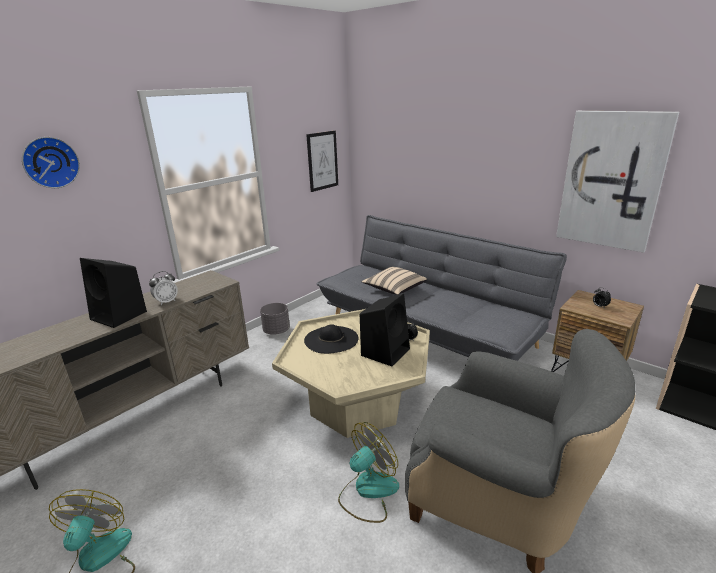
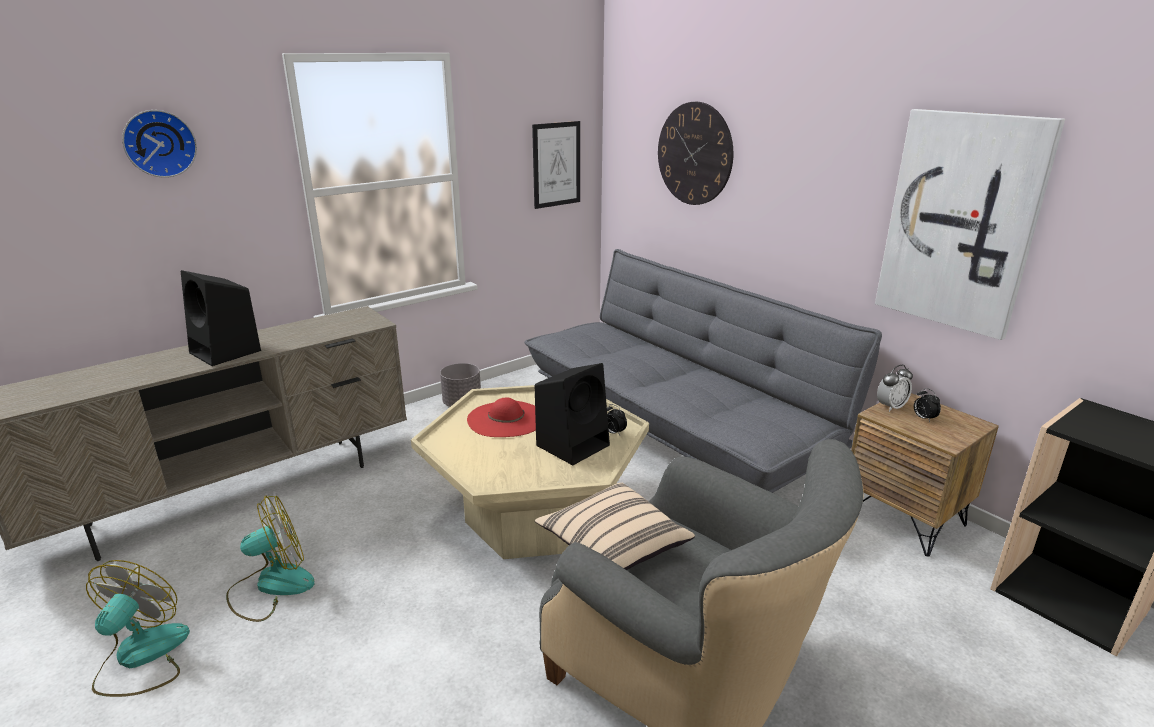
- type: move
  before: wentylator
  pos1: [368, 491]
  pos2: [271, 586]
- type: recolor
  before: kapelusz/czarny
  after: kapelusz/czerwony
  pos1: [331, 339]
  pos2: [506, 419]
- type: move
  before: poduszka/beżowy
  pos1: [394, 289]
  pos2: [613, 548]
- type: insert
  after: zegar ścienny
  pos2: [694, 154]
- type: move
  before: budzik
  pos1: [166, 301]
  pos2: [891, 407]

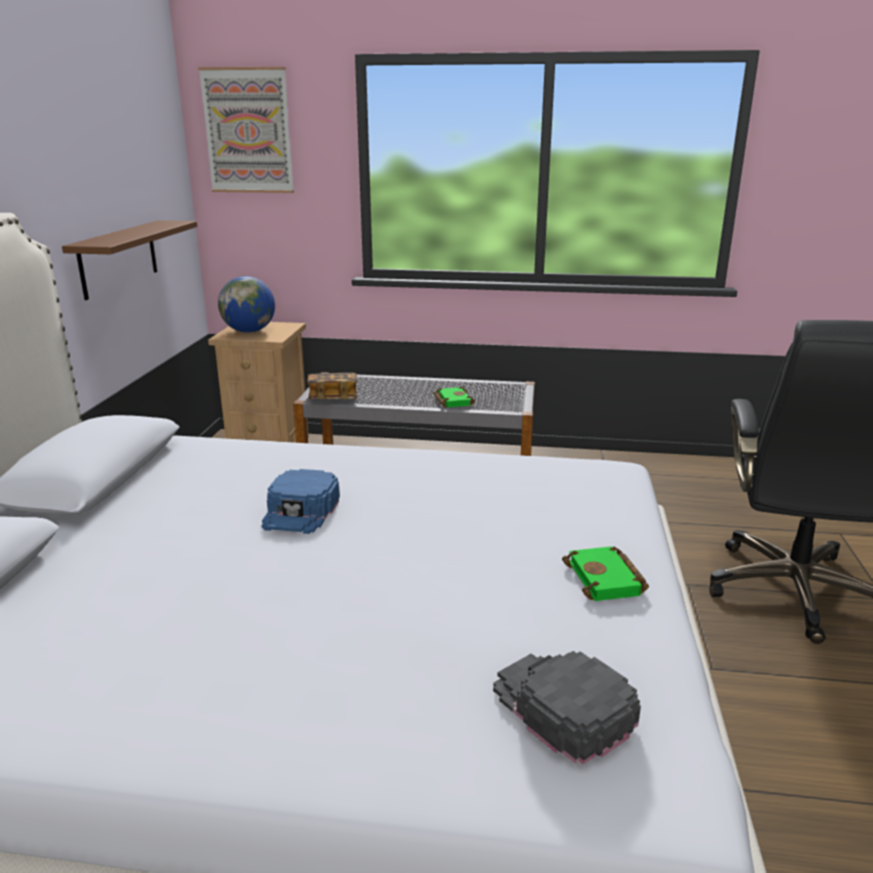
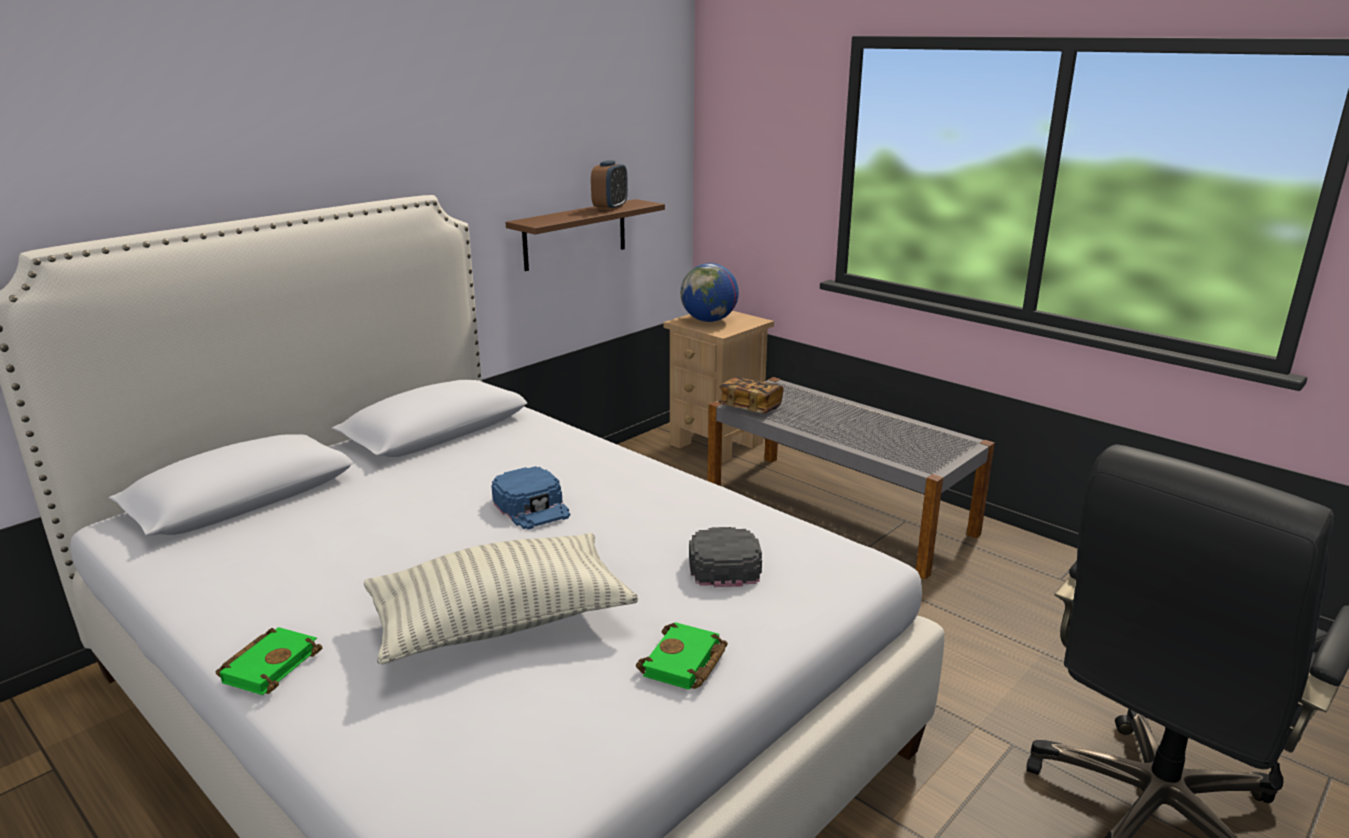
- type: move
  before: książka/zielony
  pos1: [452, 400]
  pos2: [270, 664]
- type: insert
  after: poduszka
  pos2: [501, 622]
- type: rotate
  before: czapka z daszkiem/niebieski
  pos1: [301, 510]
  pos2: [532, 506]
  turn: -75
- type: insert
  after: budzik
  pos2: [610, 208]
- type: move
  before: czapka z daszkiem/czarny
  pos1: [562, 707]
  pos2: [722, 560]
- type: delete
  before: obraz
  pos1: [248, 131]

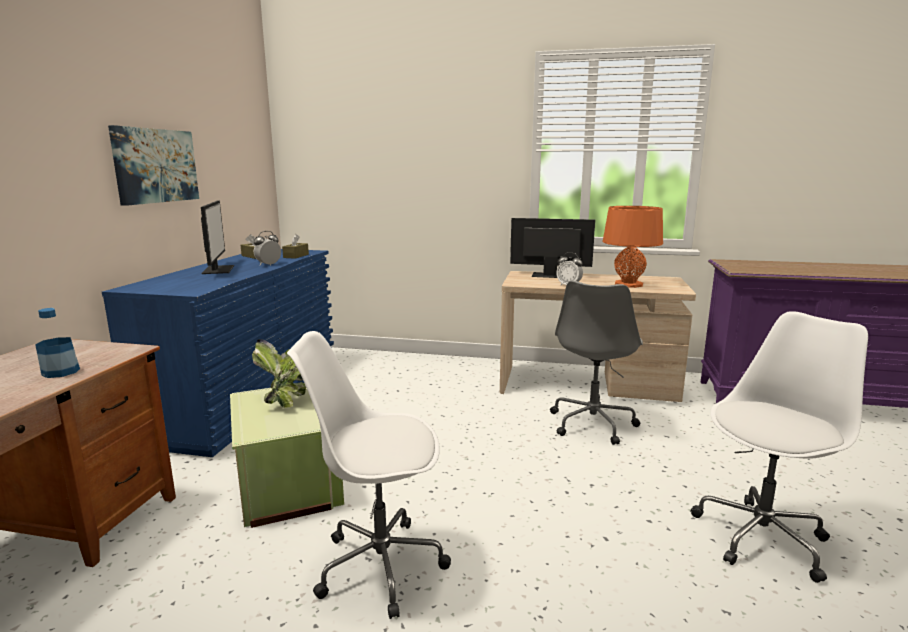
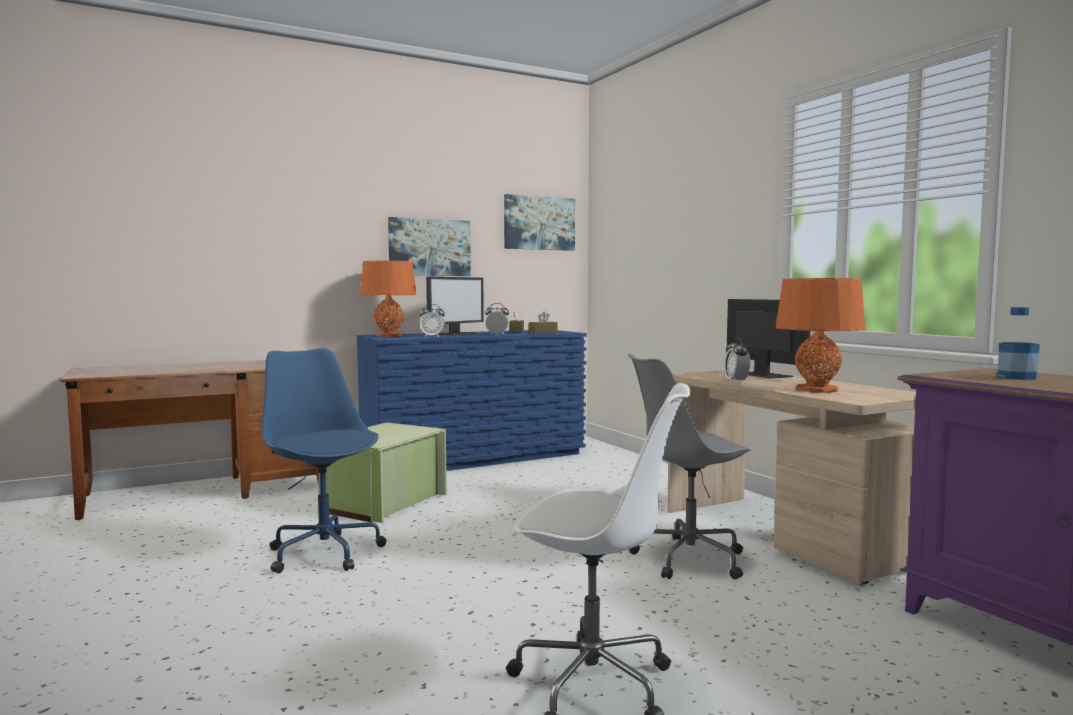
- type: recolor
  before: krzesło biurowe/biały
  after: krzesło biurowe/niebieski
  pos1: [377, 566]
  pos2: [323, 552]
- type: insert
  after: lampa stołowa/pomarańczowy
  pos2: [389, 335]
- type: insert
  after: budzik
  pos2: [432, 337]
- type: insert
  after: obraz
  pos2: [539, 223]
- type: move
  before: butelka
  pos1: [61, 372]
  pos2: [1016, 377]
- type: delete
  before: roślina doniczkowa
  pos1: [289, 398]

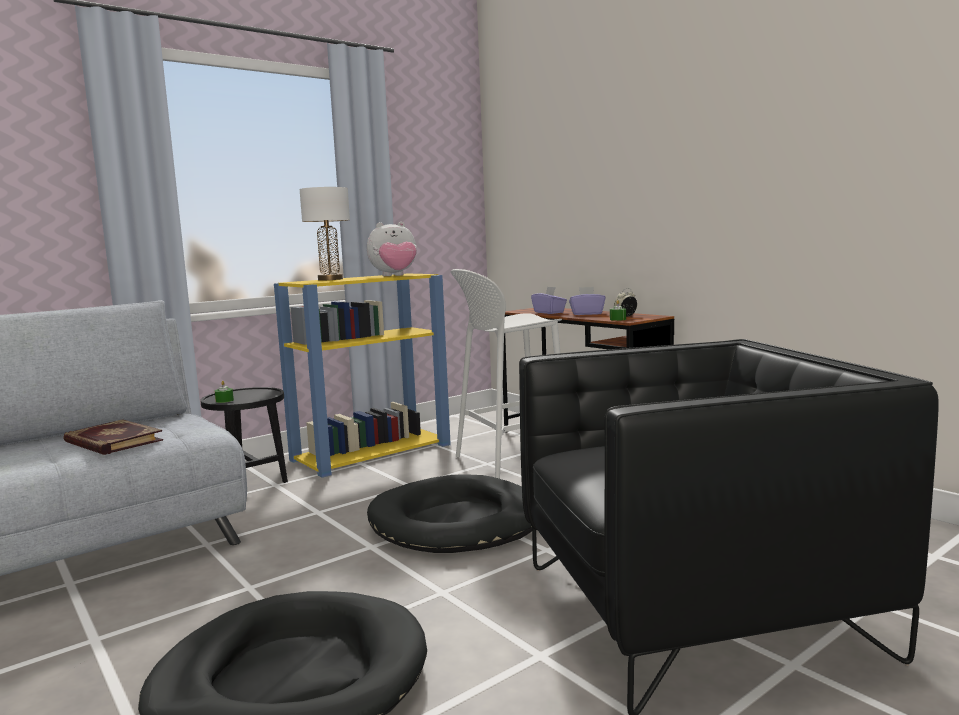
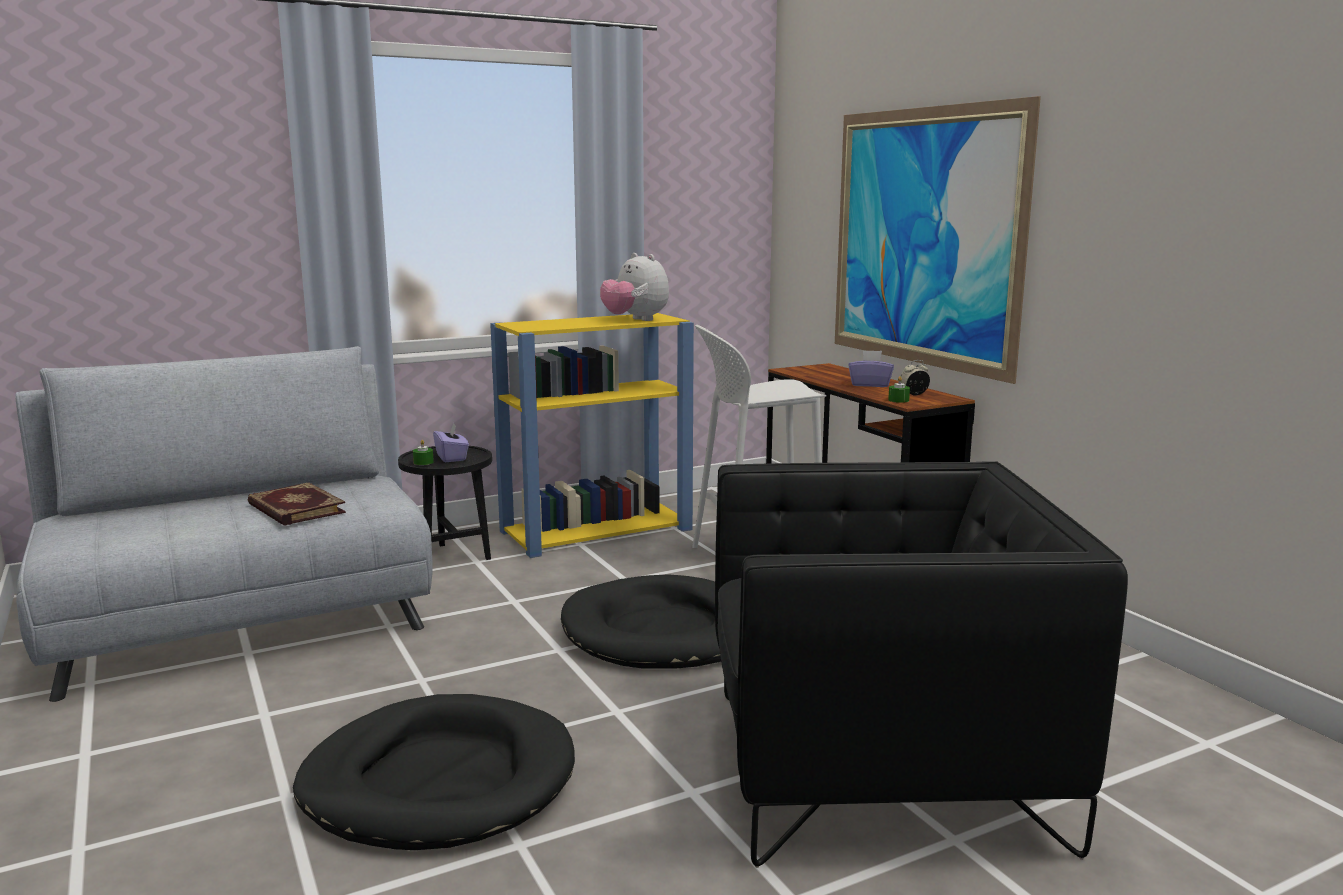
- type: move
  before: pudełko chusteczek/fioletowy
  pos1: [549, 312]
  pos2: [452, 457]
- type: rotate
  before: pluszak
  pos1: [394, 276]
  pos2: [635, 320]
  turn: 60
- type: insert
  after: obraz
  pos2: [923, 238]
- type: delete
  before: lampa stołowa
  pos1: [330, 279]

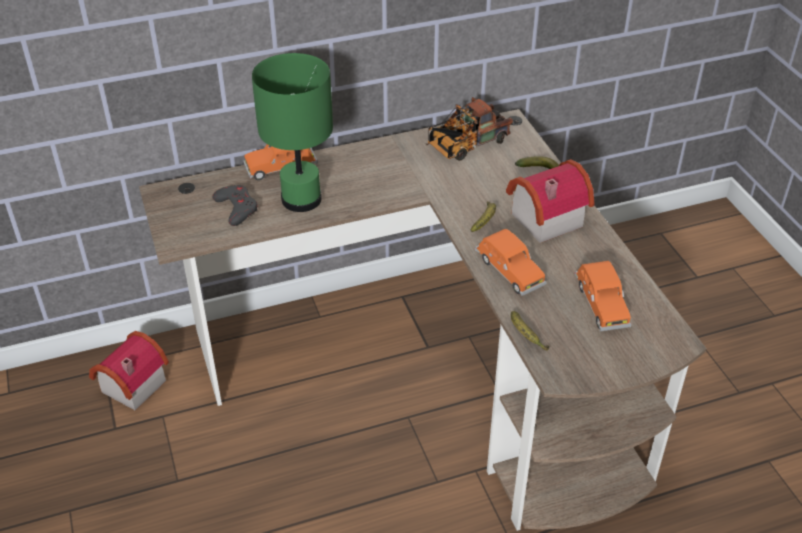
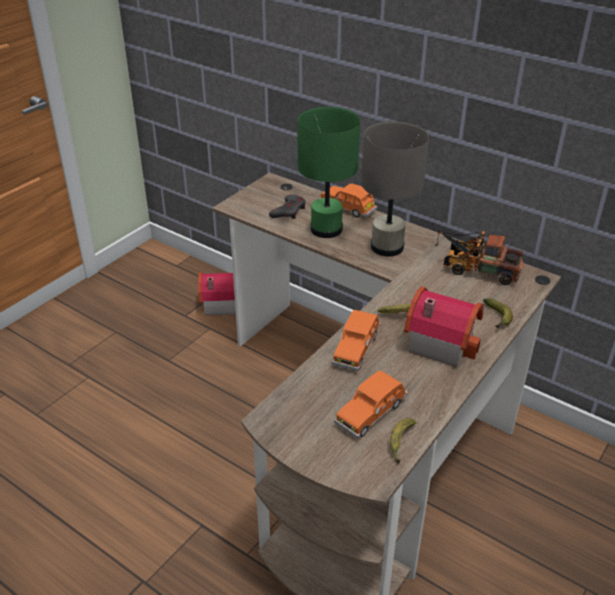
- type: insert
  after: lampa stołowa/szary
  pos2: [386, 247]
- type: move
  before: banan
  pos1: [525, 335]
  pos2: [400, 442]

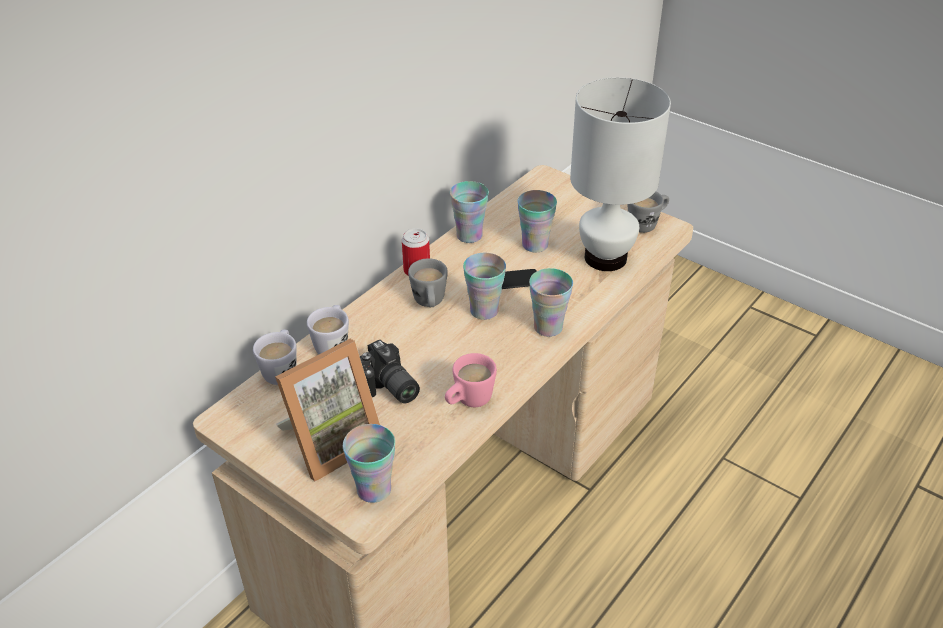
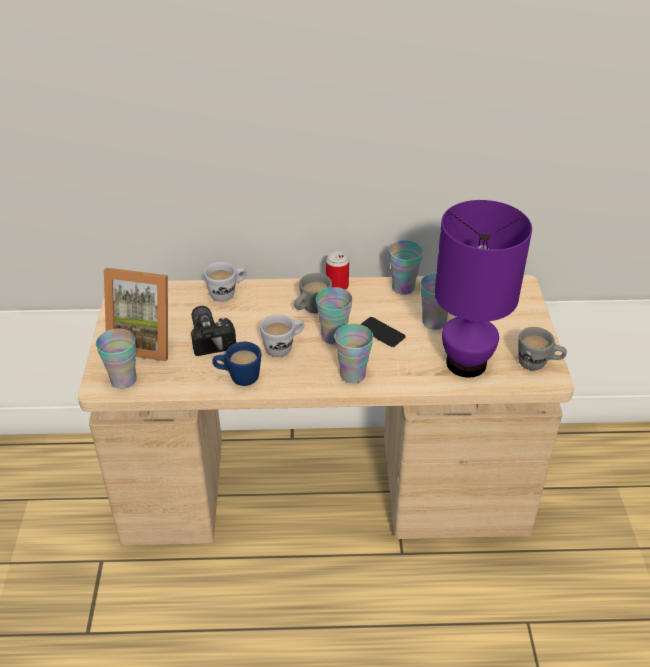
- type: rotate
  before: aparat fotograficzny
  pos1: [386, 389]
  pos2: [212, 337]
  turn: 150
- type: recolor
  before: kubek/różowy
  after: kubek/niebieski
  pos1: [468, 401]
  pos2: [238, 377]
- type: move
  before: kubek/biały
  pos1: [282, 369]
  pos2: [284, 347]
- type: recolor
  before: lampa stołowa/biały
  after: lampa stołowa/fioletowy
  pos1: [606, 257]
  pos2: [467, 364]

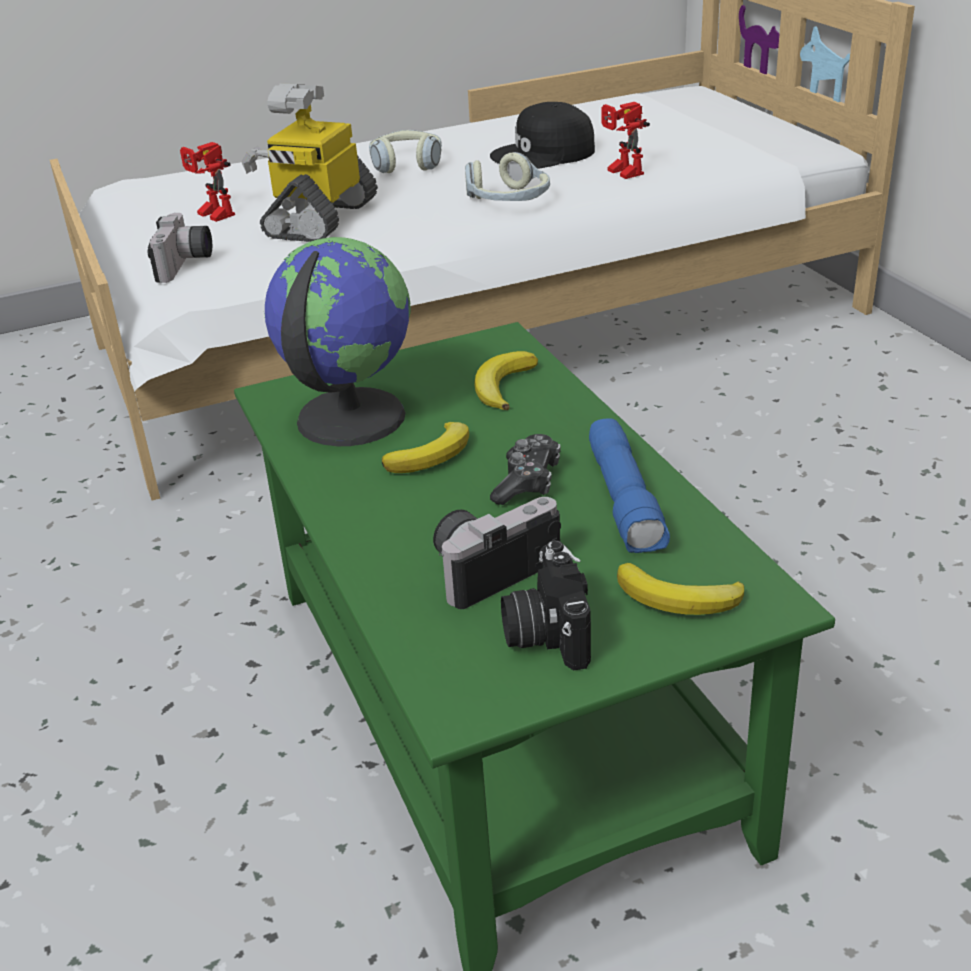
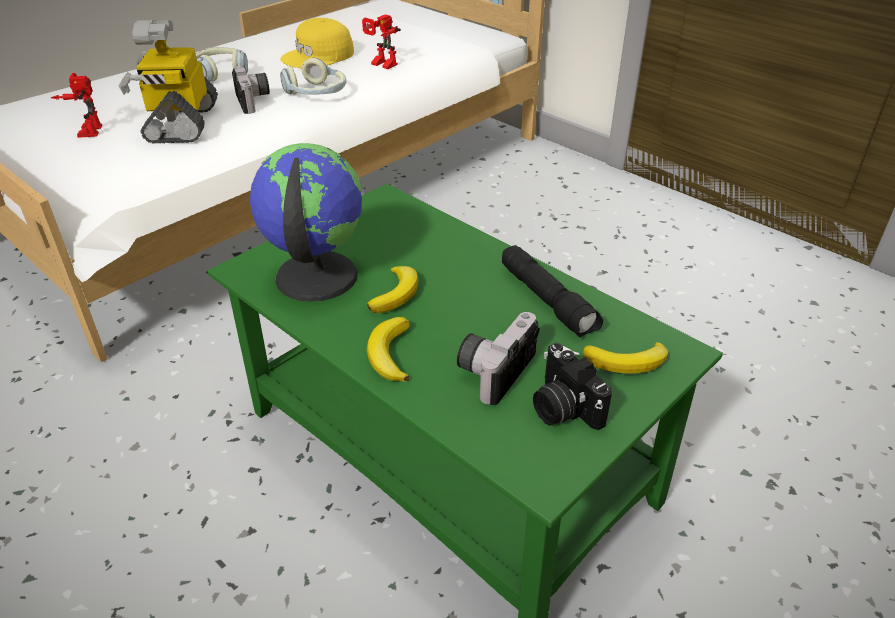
- type: rotate
  before: robot zabawkowy
  pos1: [210, 215]
  pos2: [86, 130]
  turn: 60
- type: move
  before: aparat fotograficzny
  pos1: [186, 265]
  pos2: [255, 101]
- type: recolor
  before: czapka z daszkiem/czarny
  after: czapka z daszkiem/żółty
  pos1: [544, 154]
  pos2: [319, 56]
- type: move
  before: banan
  pos1: [503, 386]
  pos2: [390, 354]
- type: recolor
  before: latarka/niebieski
  after: latarka/czarny
  pos1: [626, 501]
  pos2: [548, 300]
- type: delete
  before: pad do gier
  pos1: [527, 482]

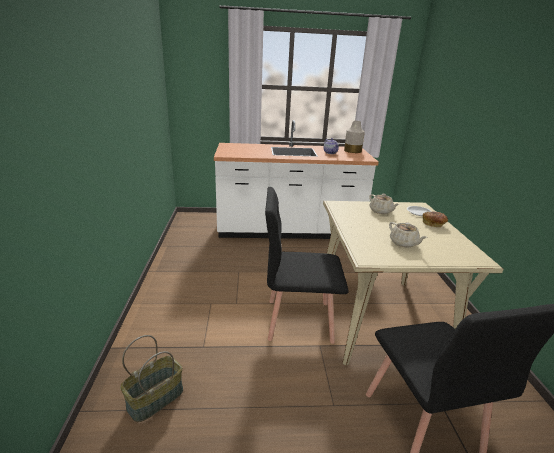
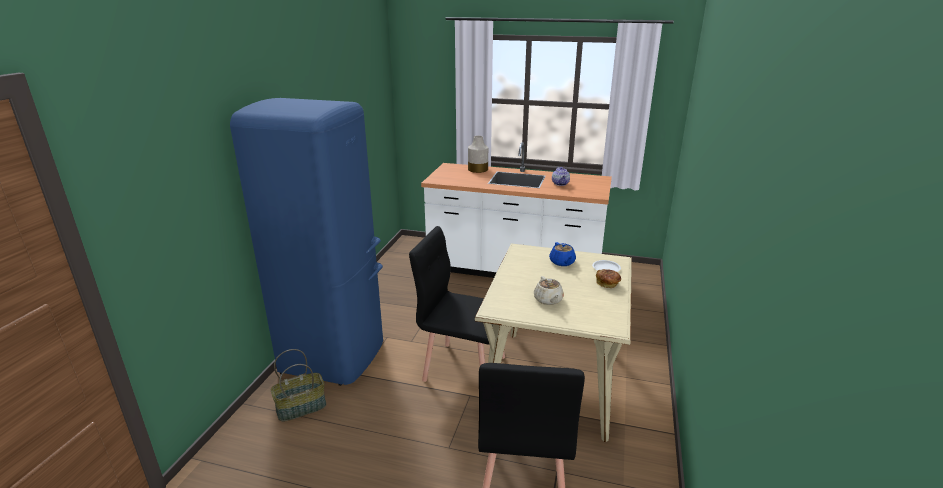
- type: insert
  after: lodówka/niebieski
  pos2: [336, 355]
- type: move
  before: wazon/beżowy
  pos1: [352, 151]
  pos2: [477, 169]
- type: recolor
  before: imbryk/beżowy
  after: imbryk/niebieski
  pos1: [381, 211]
  pos2: [562, 262]

